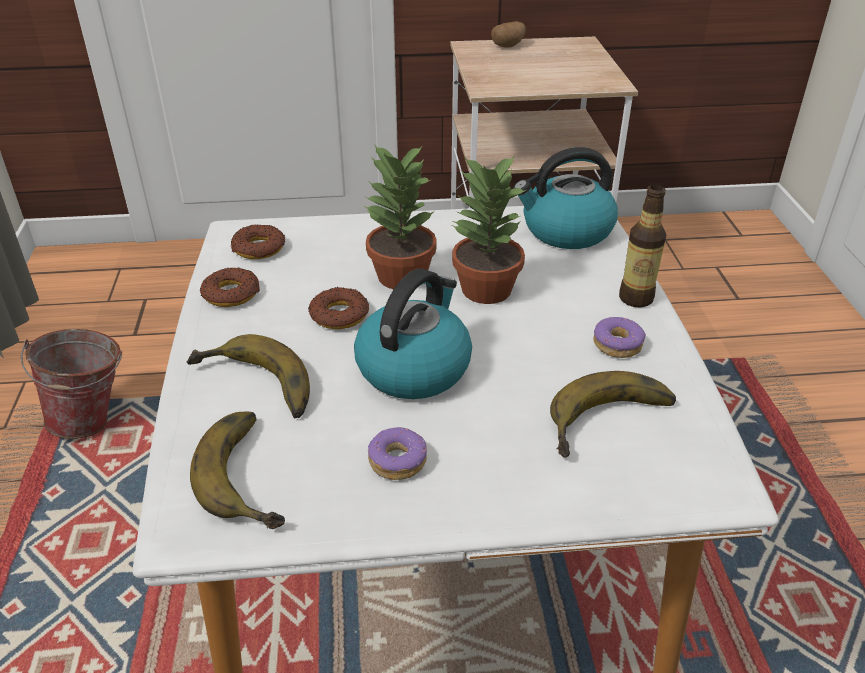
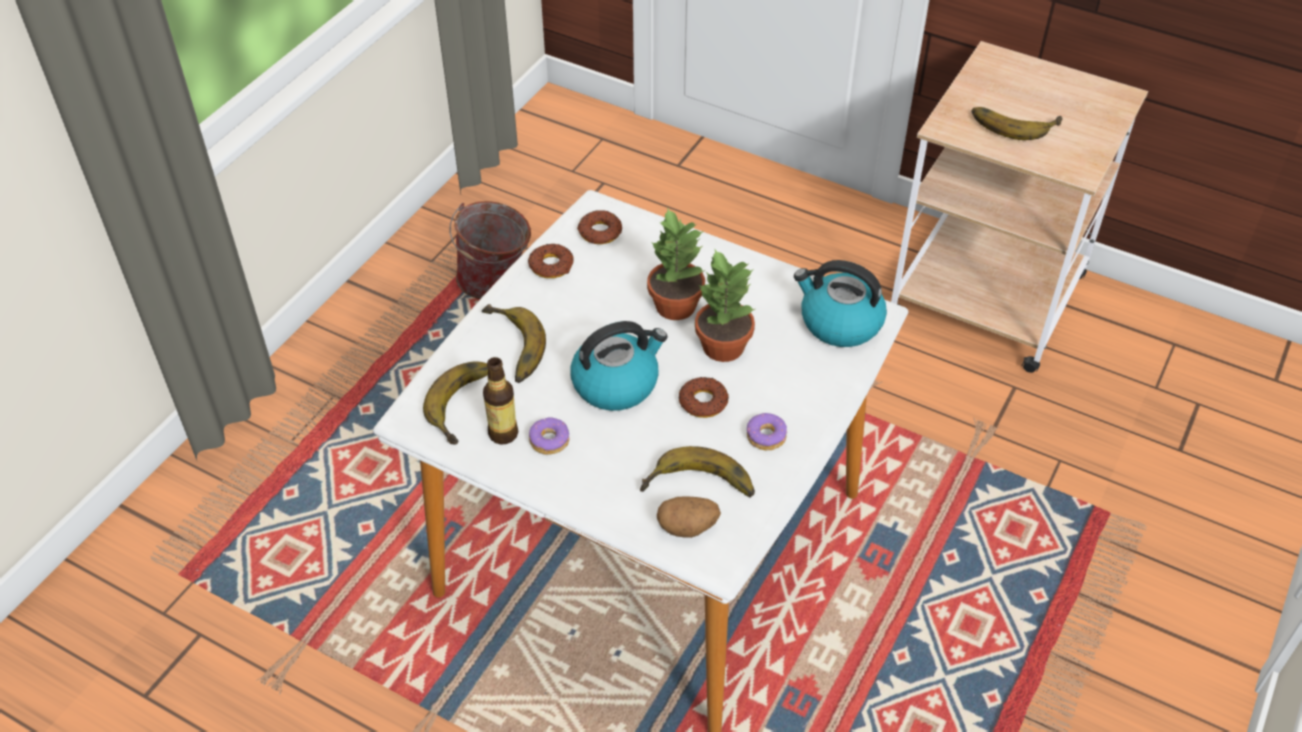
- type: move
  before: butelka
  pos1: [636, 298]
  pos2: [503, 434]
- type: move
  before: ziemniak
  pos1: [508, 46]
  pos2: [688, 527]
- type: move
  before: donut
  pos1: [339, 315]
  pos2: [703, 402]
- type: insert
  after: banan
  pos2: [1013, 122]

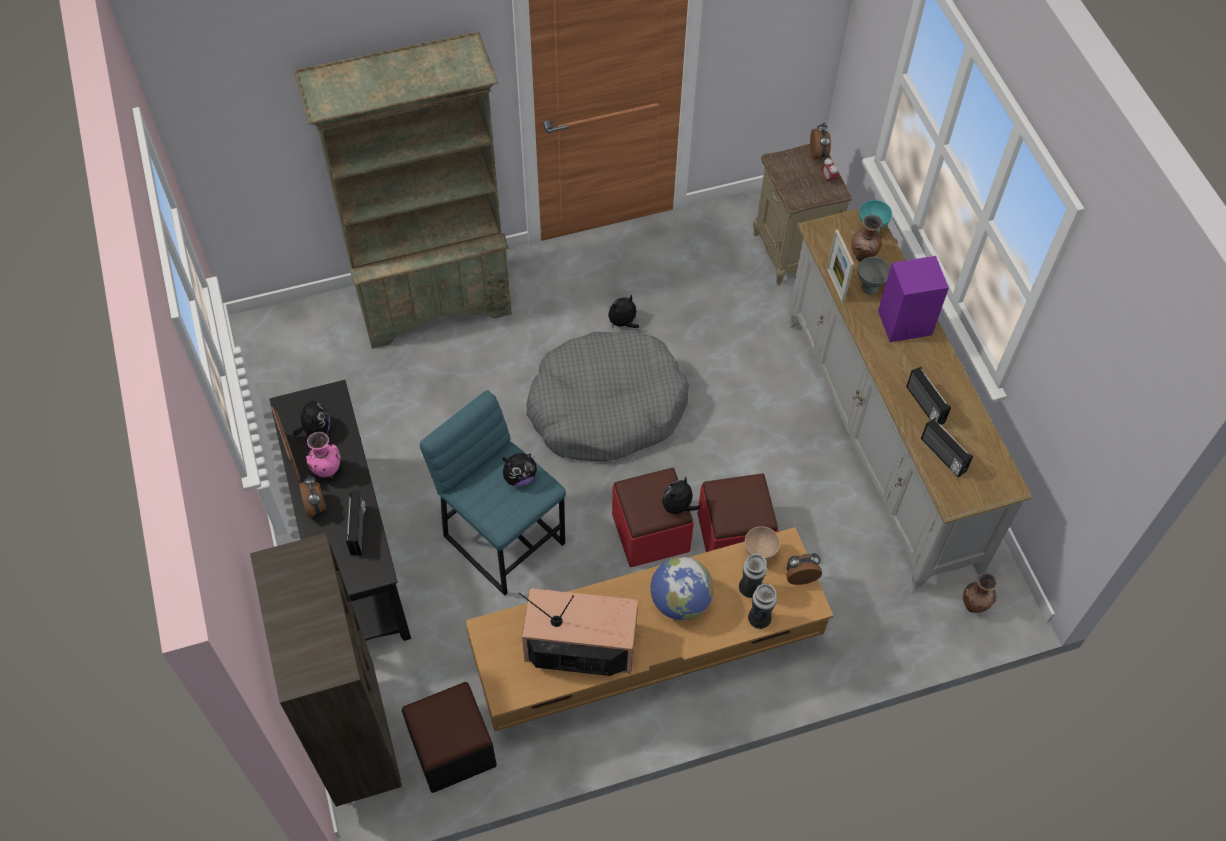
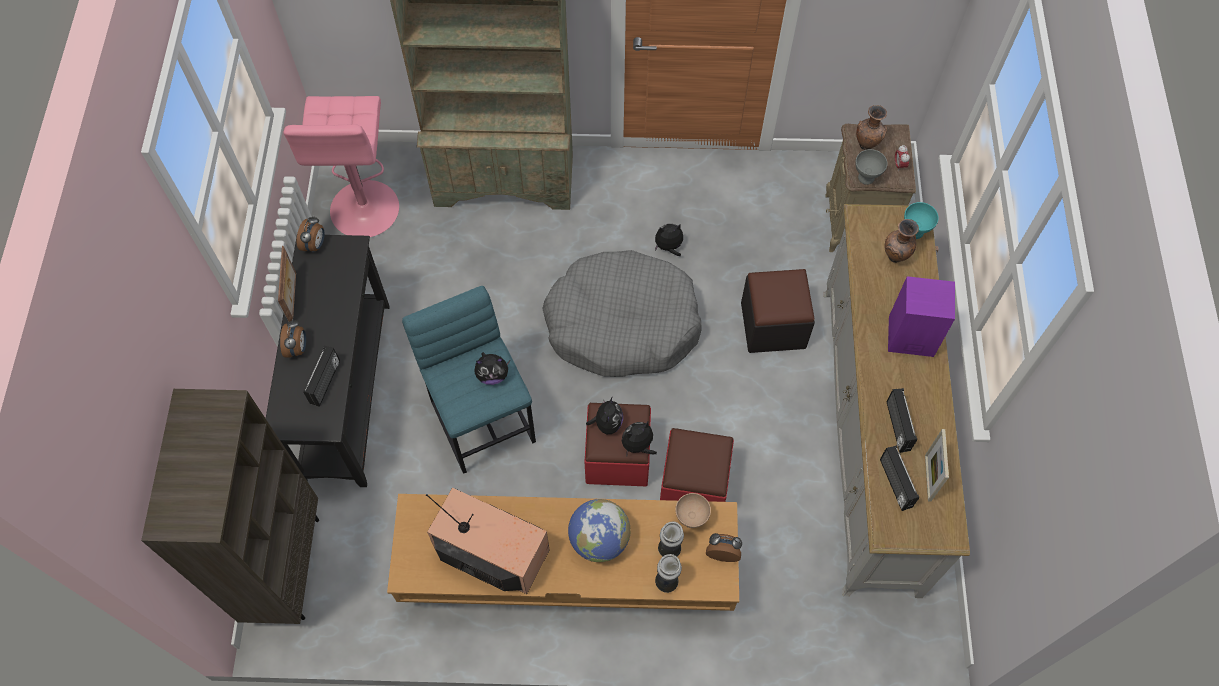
- type: insert
  after: stołek/różowy
  pos2: [364, 210]
- type: move
  before: budzik
  pos1: [818, 154]
  pos2: [315, 245]
- type: move
  before: pluszak
  pos1: [316, 430]
  pos2: [607, 423]
- type: move
  before: pufa/czarny
  pos1: [452, 749]
  pos2: [773, 325]
- type: move
  before: miska/szary
  pos1: [870, 287]
  pos2: [866, 178]
- type: move
  before: wazon/brązowy
  pos1: [973, 606]
  pos2: [866, 145]
- type: move
  before: ramka na zdjęcie
  pos1: [835, 285]
  pos2: [928, 478]
- type: delete
  before: wazon/różowy
  pos1: [328, 471]

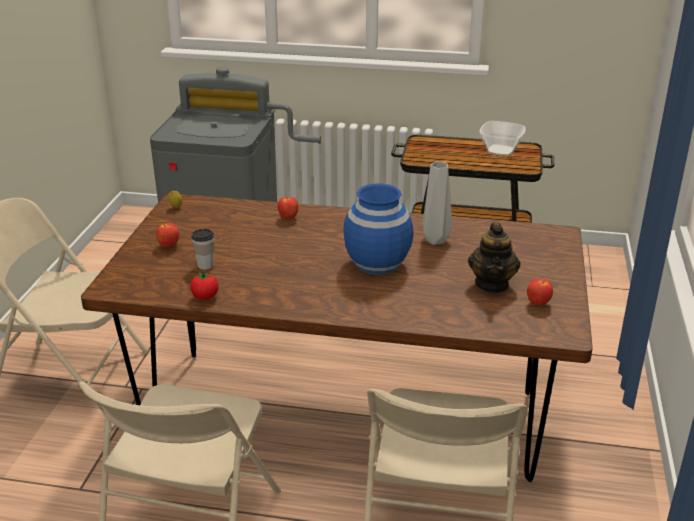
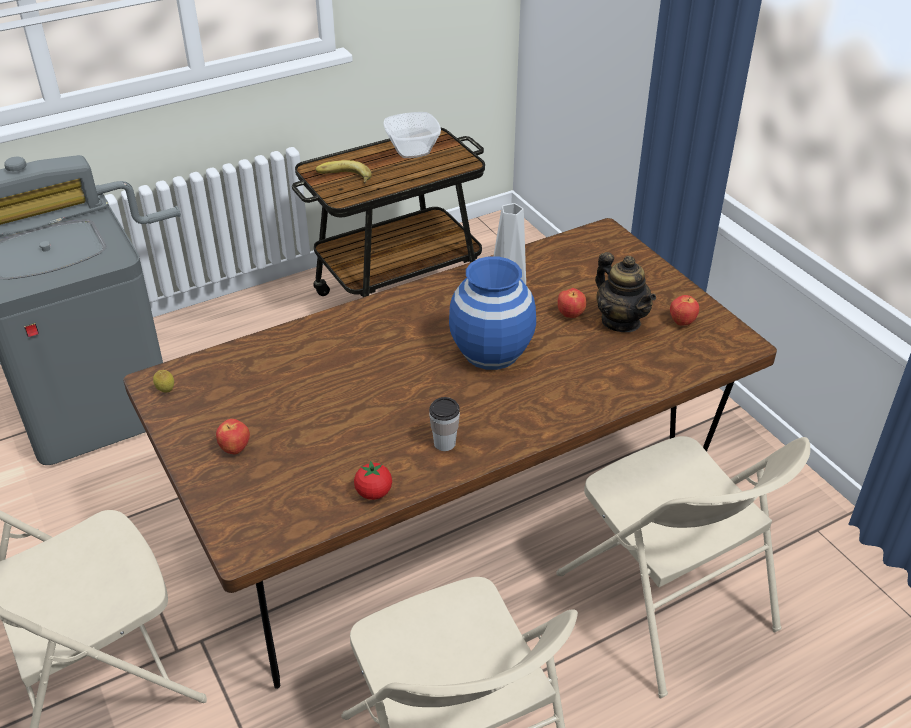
- type: insert
  after: banan
  pos2: [343, 178]
- type: move
  before: filiżanka
  pos1: [205, 265]
  pos2: [444, 443]
- type: move
  before: jabłko
  pos1: [288, 218]
  pos2: [570, 315]

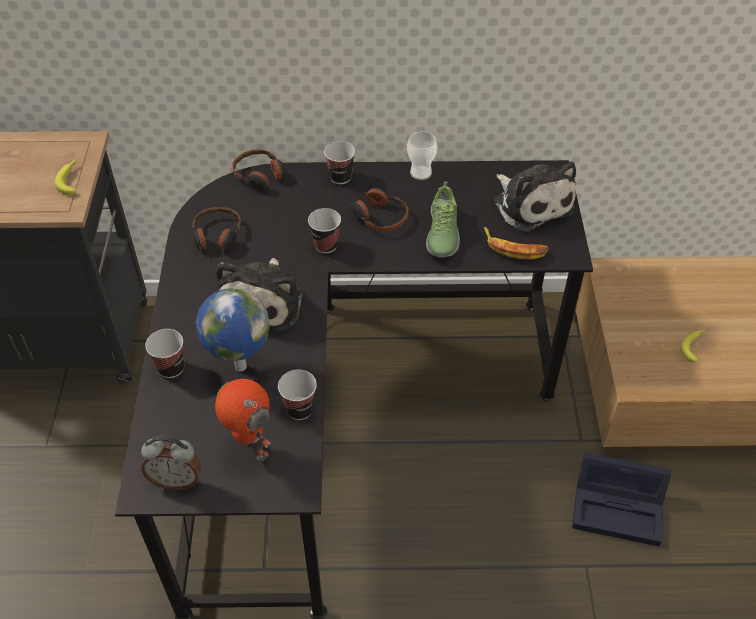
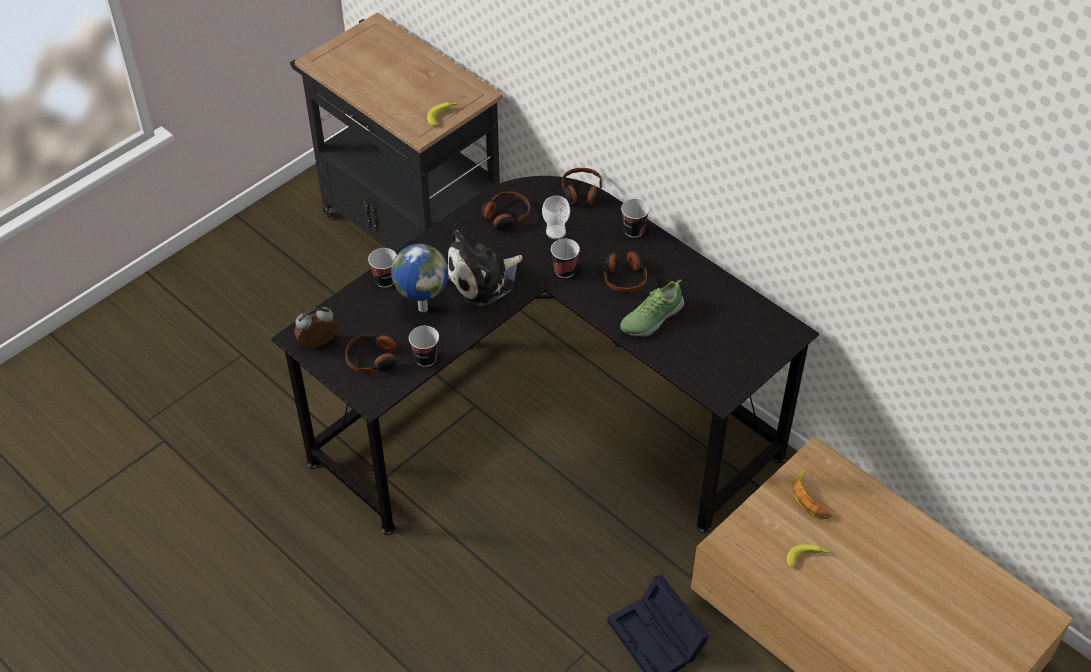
- type: rotate
  before: budzik
  pos1: [176, 480]
  pos2: [318, 345]
  turn: 105
- type: replace
  before: robot zabawkowy
  after: słuchawki
  pos1: [250, 448]
  pos2: [374, 358]
- type: move
  before: filiżanka
  pos1: [420, 173]
  pos2: [555, 232]
- type: move
  before: banan
  pos1: [514, 248]
  pos2: [810, 498]
- type: delete
  before: pluszak
  pos1: [531, 204]

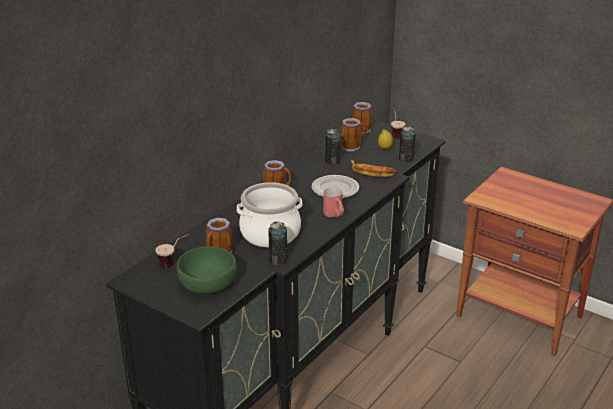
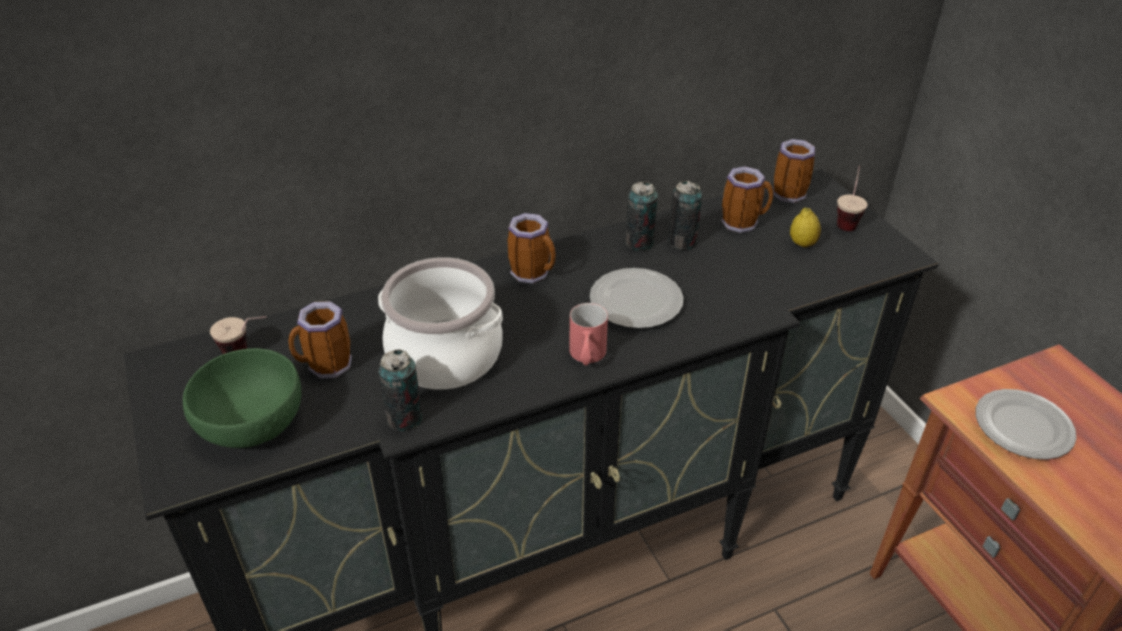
- type: move
  before: puszka
  pos1: [406, 159]
  pos2: [639, 243]
- type: insert
  after: talerz
  pos2: [1022, 428]
- type: delete
  before: banan
  pos1: [372, 172]

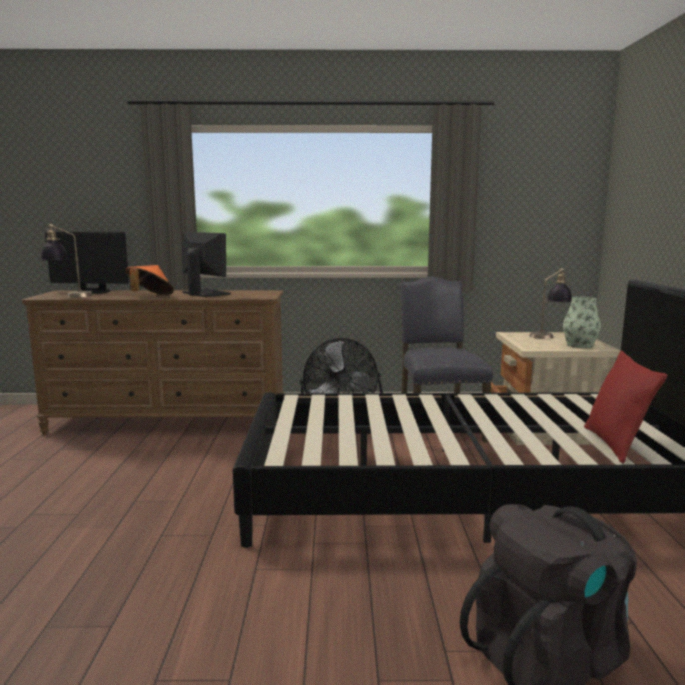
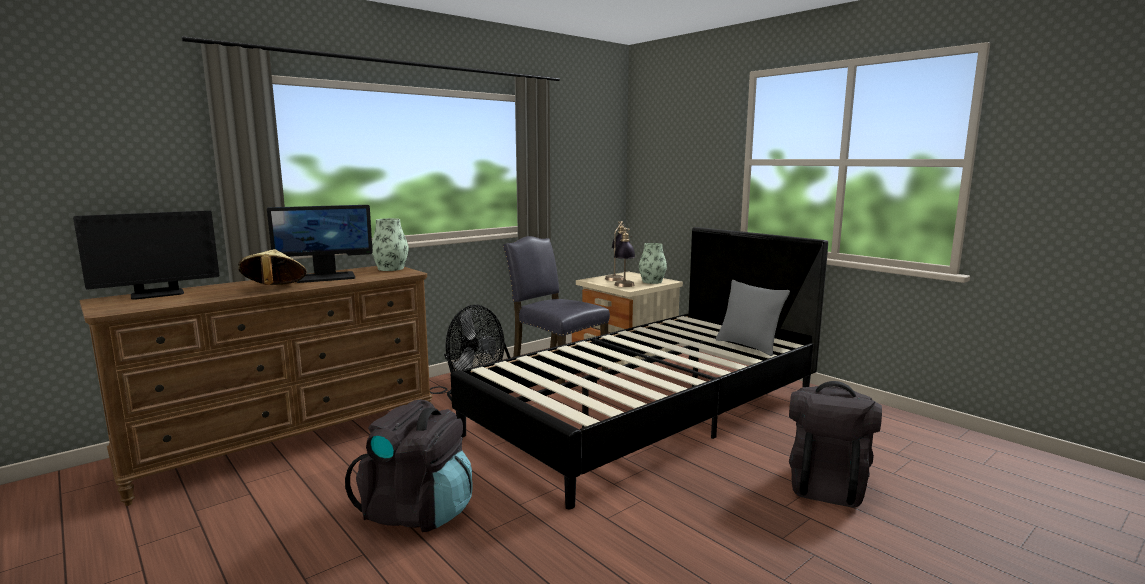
- type: recolor
  before: kapelusz/pomarańczowy
  after: kapelusz/beżowy
  pos1: [150, 296]
  pos2: [274, 289]
- type: rotate
  before: monitor
  pos1: [205, 293]
  pos2: [326, 277]
  turn: 150
- type: insert
  after: plecak/czarny
  pos2: [417, 512]
- type: insert
  after: wazon
  pos2: [391, 268]
- type: move
  before: lampa stołowa
  pos1: [69, 296]
  pos2: [624, 286]
- type: recolor
  before: poduszka/czerwony
  after: poduszka/szary
  pos1: [615, 444]
  pos2: [748, 346]

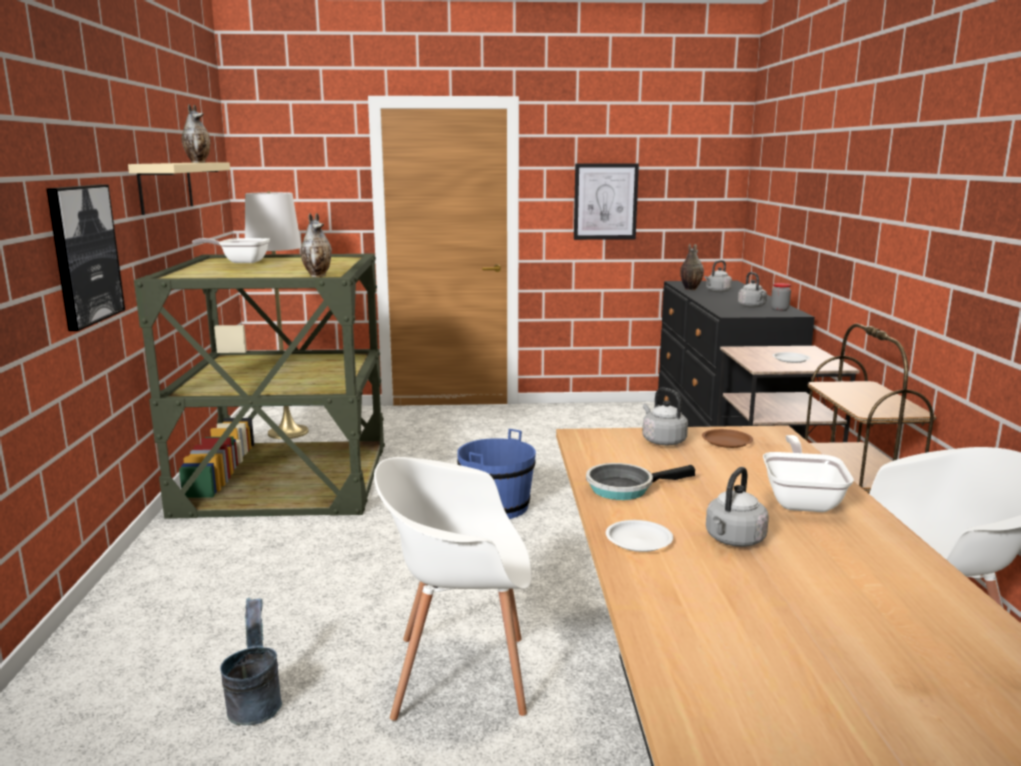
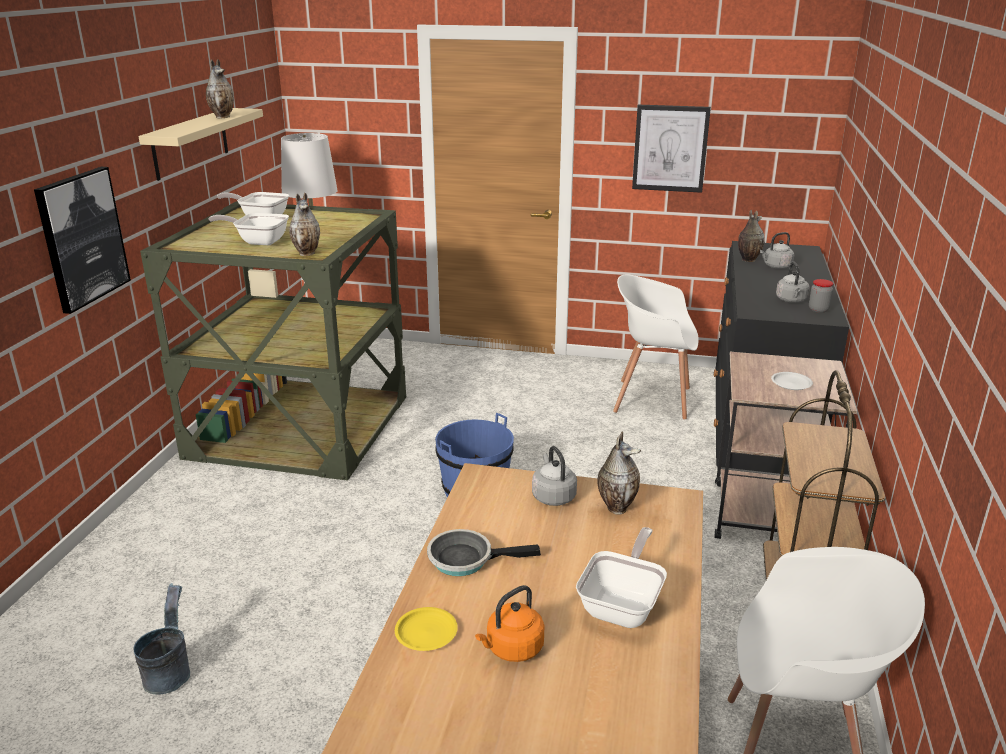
- type: insert
  after: patelnia
  pos2: [258, 241]
- type: recolor
  before: talerz/biały
  after: talerz/żółty
  pos1: [639, 540]
  pos2: [426, 633]
- type: recolor
  before: czajnik/szary
  after: czajnik/pomarańczowy
  pos1: [733, 540]
  pos2: [512, 649]
- type: replace
  before: talerz/brązowy
  after: wazon
  pos1: [726, 441]
  pos2: [616, 507]
- type: move
  before: krzesło/biały
  pos1: [458, 676]
  pos2: [650, 400]

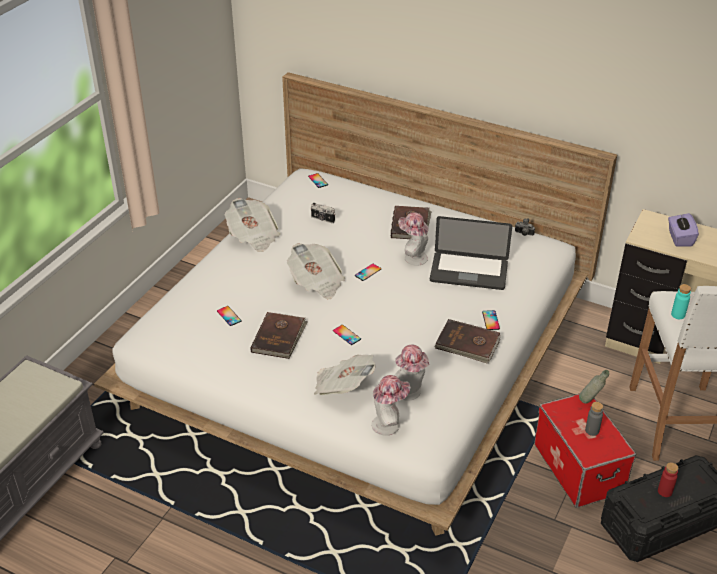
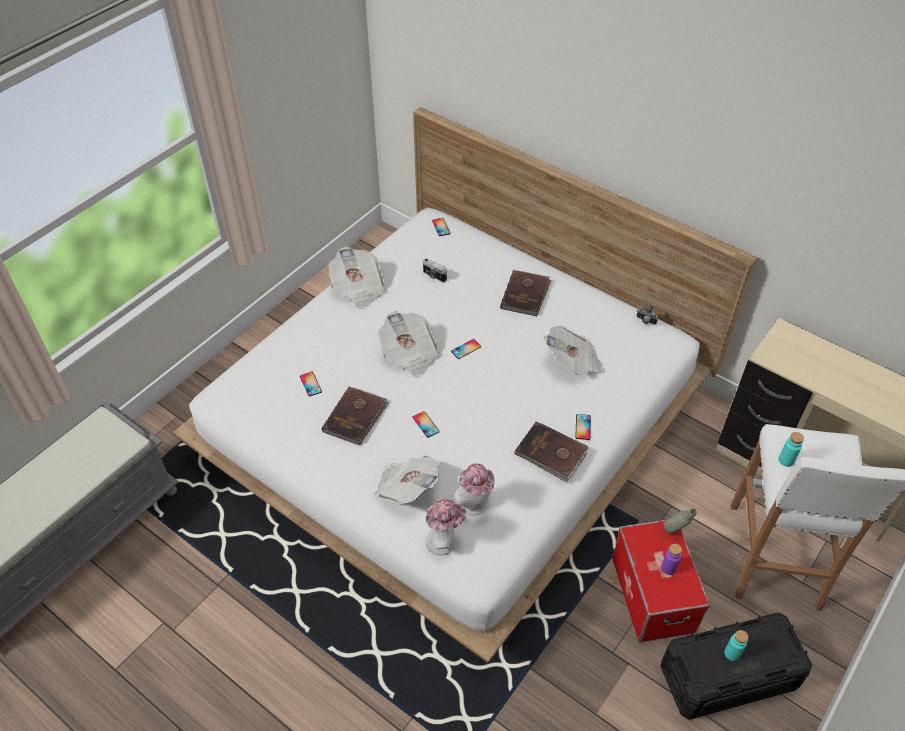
- type: replace
  before: laptop
  after: gazeta
  pos1: [468, 272]
  pos2: [573, 363]
- type: recolor
  before: butelka/szary
  after: butelka/fioletowy
  pos1: [592, 430]
  pos2: [668, 568]
- type: recolor
  before: butelka/czerwony
  after: butelka/turkusowy
  pos1: [665, 491]
  pos2: [732, 653]
- type: delete
  before: kapelusz
  pos1: [413, 257]
- type: delete
  before: pudełko chusteczek/fioletowy
  pos1: [679, 238]

